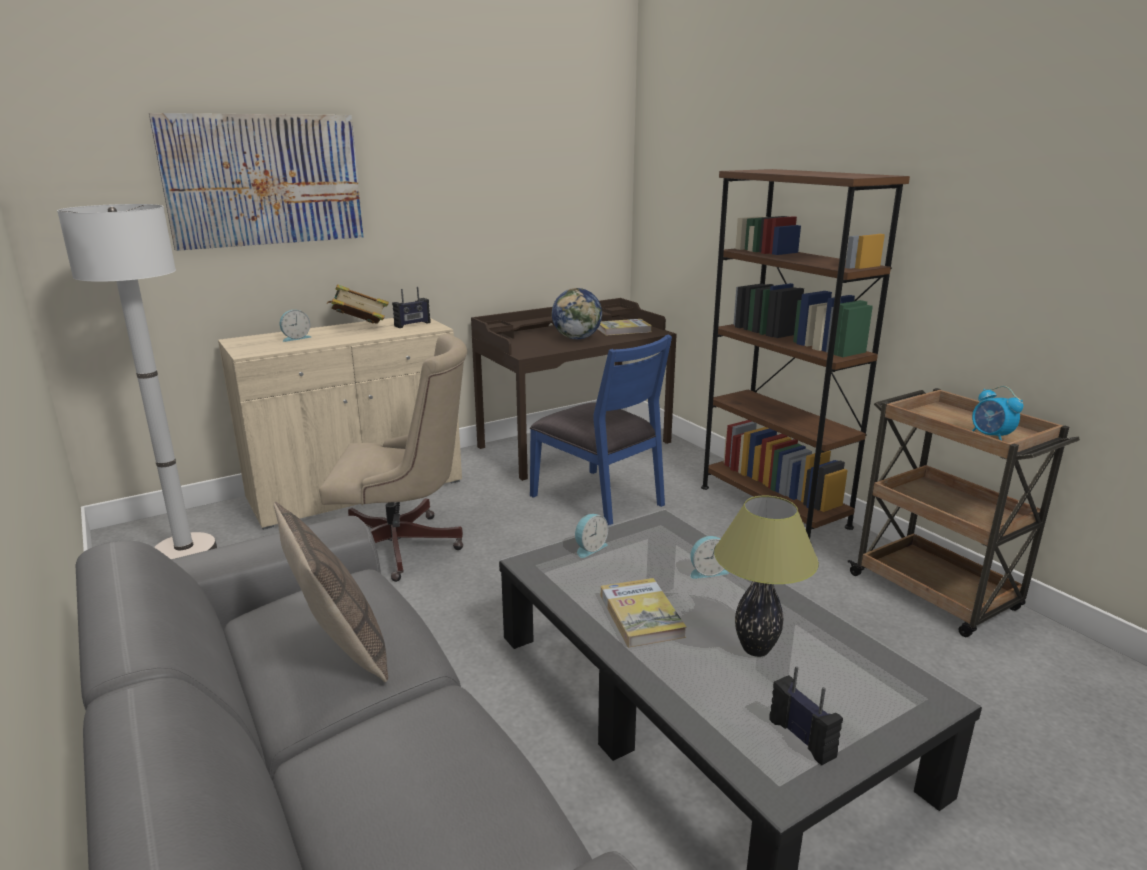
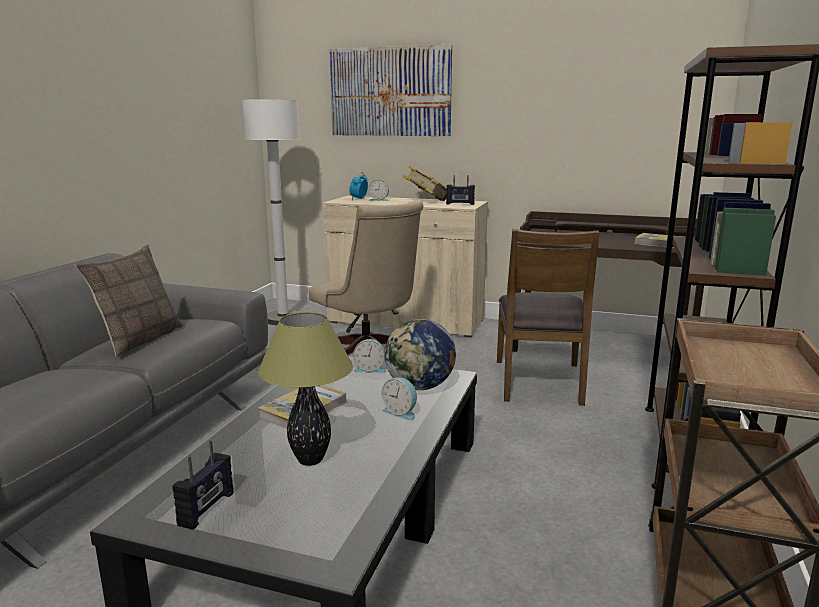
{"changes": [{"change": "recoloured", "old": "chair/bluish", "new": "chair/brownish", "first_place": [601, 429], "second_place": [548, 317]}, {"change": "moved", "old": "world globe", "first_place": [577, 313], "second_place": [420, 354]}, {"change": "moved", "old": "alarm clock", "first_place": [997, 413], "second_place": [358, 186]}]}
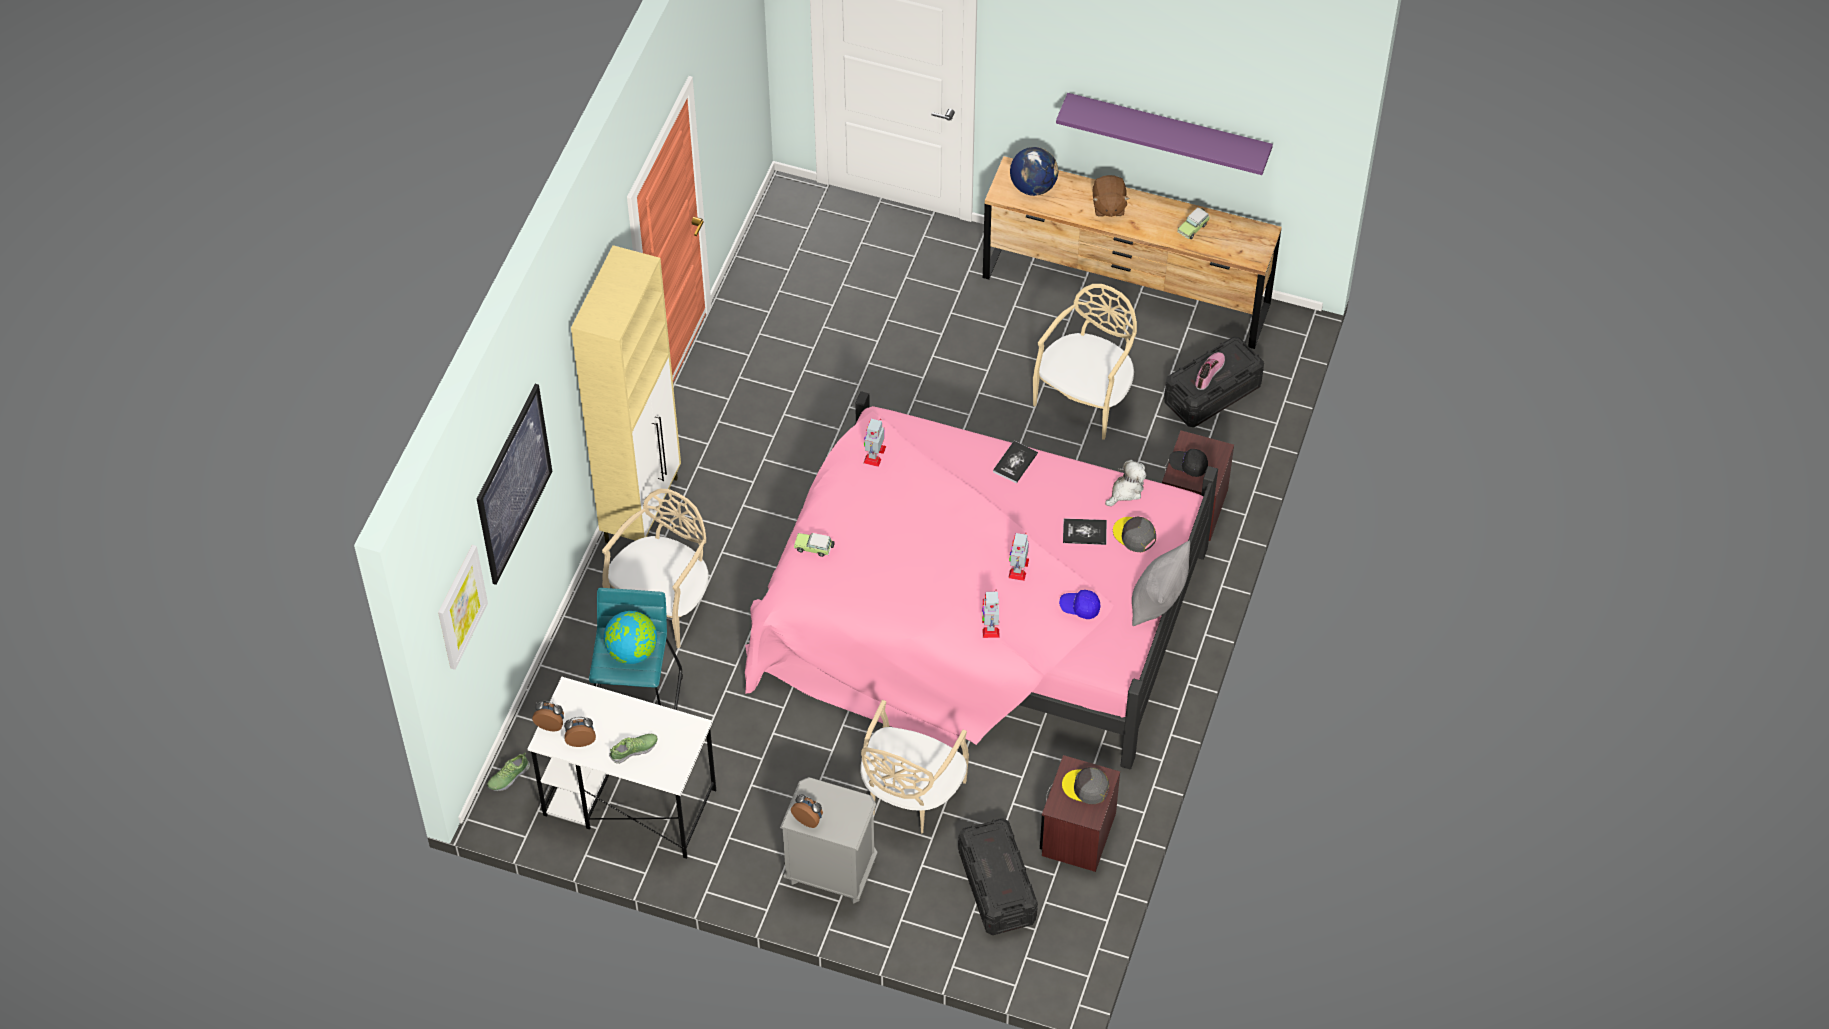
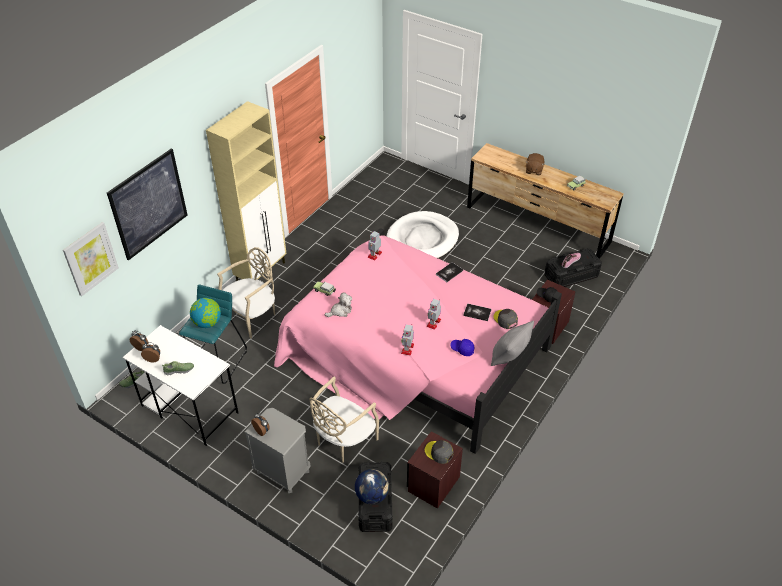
{"changes": [{"change": "moved", "old": "world globe", "first_place": [1034, 171], "second_place": [372, 486]}, {"change": "removed", "old": "chair/beige", "first_place": [1085, 362]}, {"change": "removed", "old": "wall shelf/purple-coloured", "first_place": [1164, 134]}, {"change": "moved", "old": "plush toy", "first_place": [1125, 483], "second_place": [338, 304]}, {"change": "added", "new": "dog cushion/white", "second_place": [423, 234]}]}
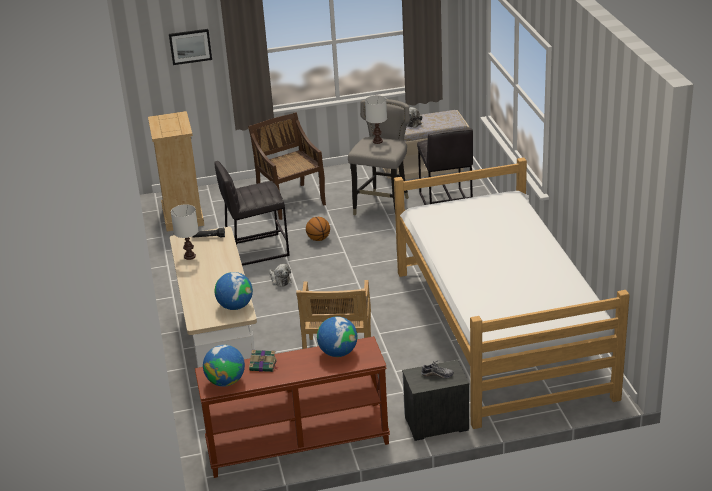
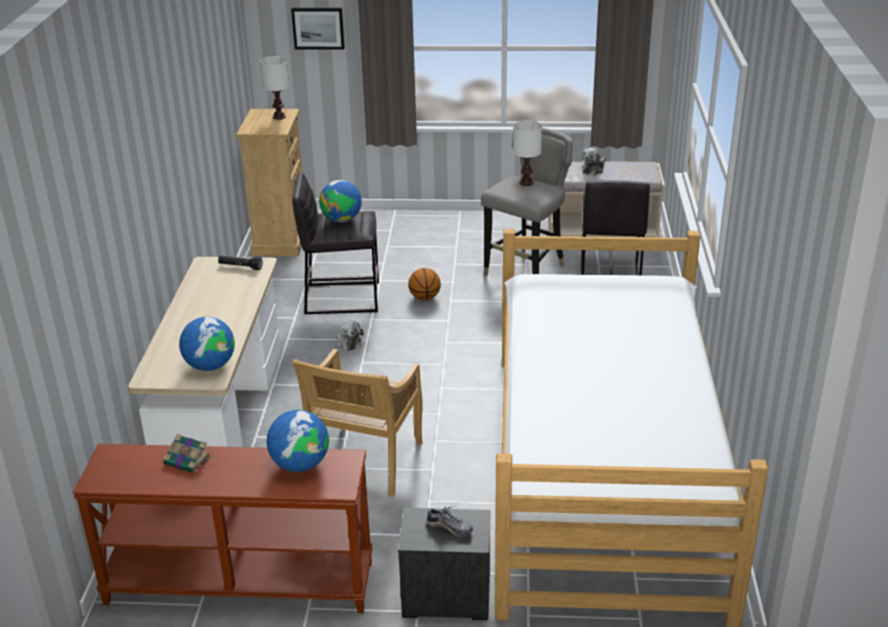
{"changes": [{"change": "moved", "old": "tabletop lamp/white", "first_place": [185, 232], "second_place": [275, 88]}, {"change": "moved", "old": "world globe", "first_place": [224, 366], "second_place": [340, 201]}, {"change": "removed", "old": "chair/brownish", "first_place": [287, 166]}]}
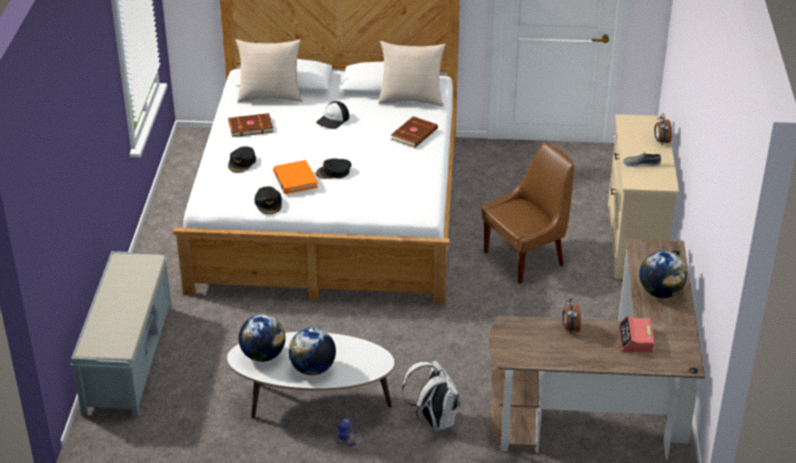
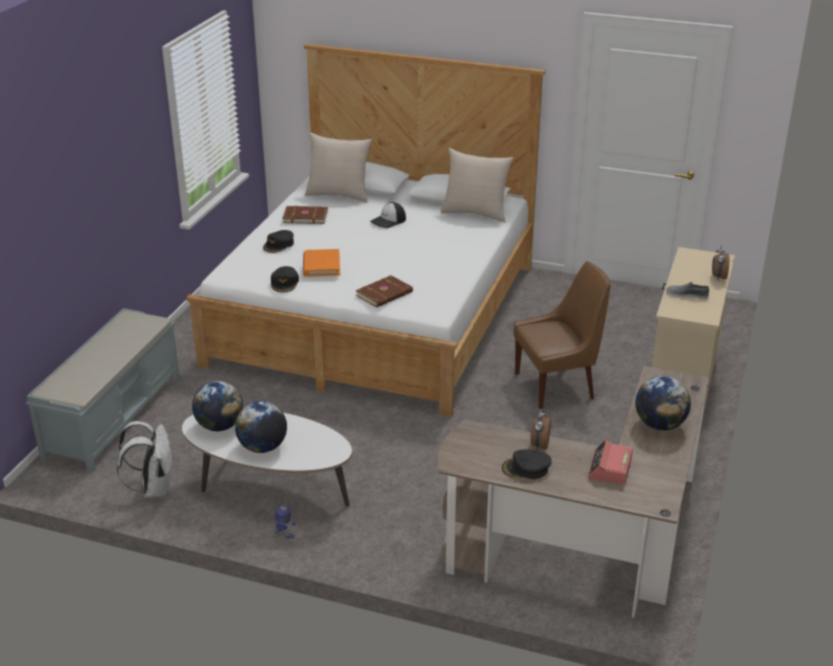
{"changes": [{"change": "moved", "old": "baseball cap/black", "first_place": [333, 169], "second_place": [527, 464]}, {"change": "moved", "old": "volume/brownish", "first_place": [414, 132], "second_place": [384, 291]}, {"change": "moved", "old": "knapsack/white", "first_place": [431, 395], "second_place": [145, 459]}]}
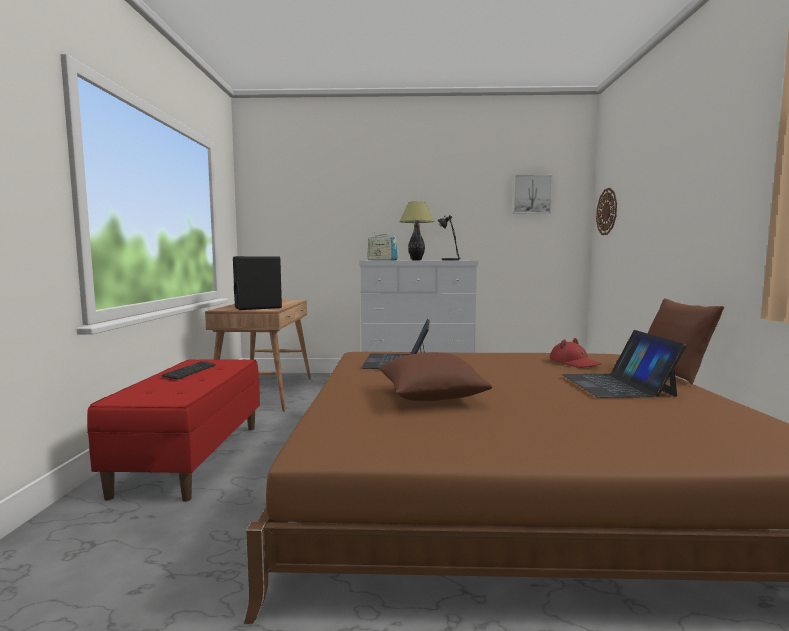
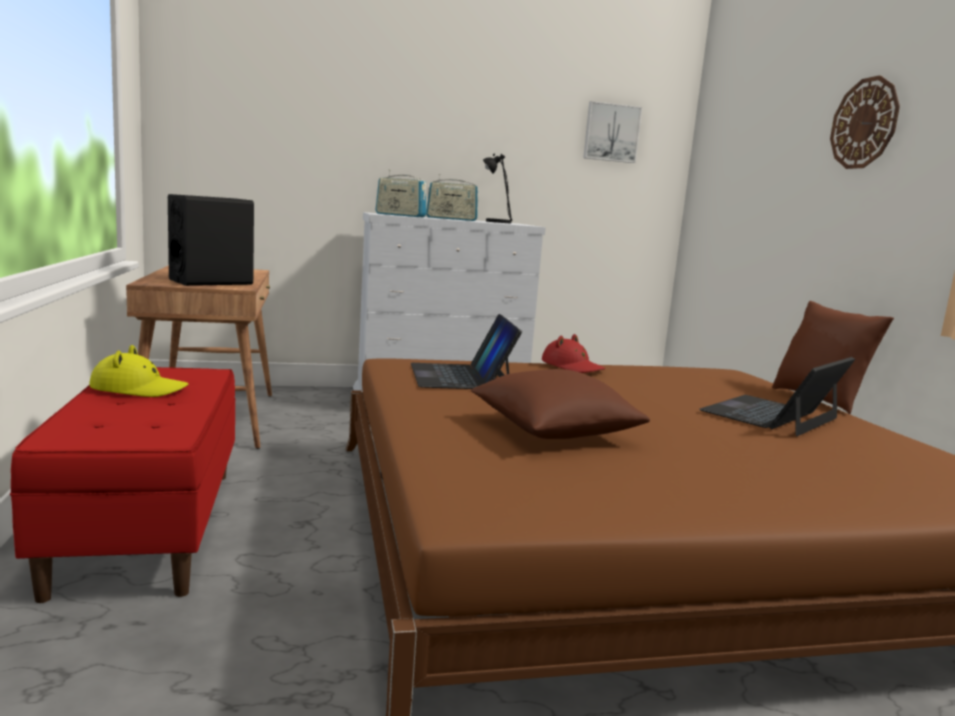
{"changes": [{"change": "replaced", "old": "computer keyboard", "new": "wearable hat/yellow-coloured", "first_place": [188, 370], "second_place": [138, 371]}, {"change": "replaced", "old": "tabletop lamp", "new": "radio set", "first_place": [417, 230], "second_place": [452, 197]}, {"change": "moved", "old": "wearable hat/red-coloured", "first_place": [576, 353], "second_place": [573, 353]}, {"change": "turned", "old": "portable computer", "first_place": [624, 364], "second_place": [777, 396], "degrees": 60}, {"change": "moved", "old": "clock on the wall", "first_place": [606, 211], "second_place": [865, 122]}]}
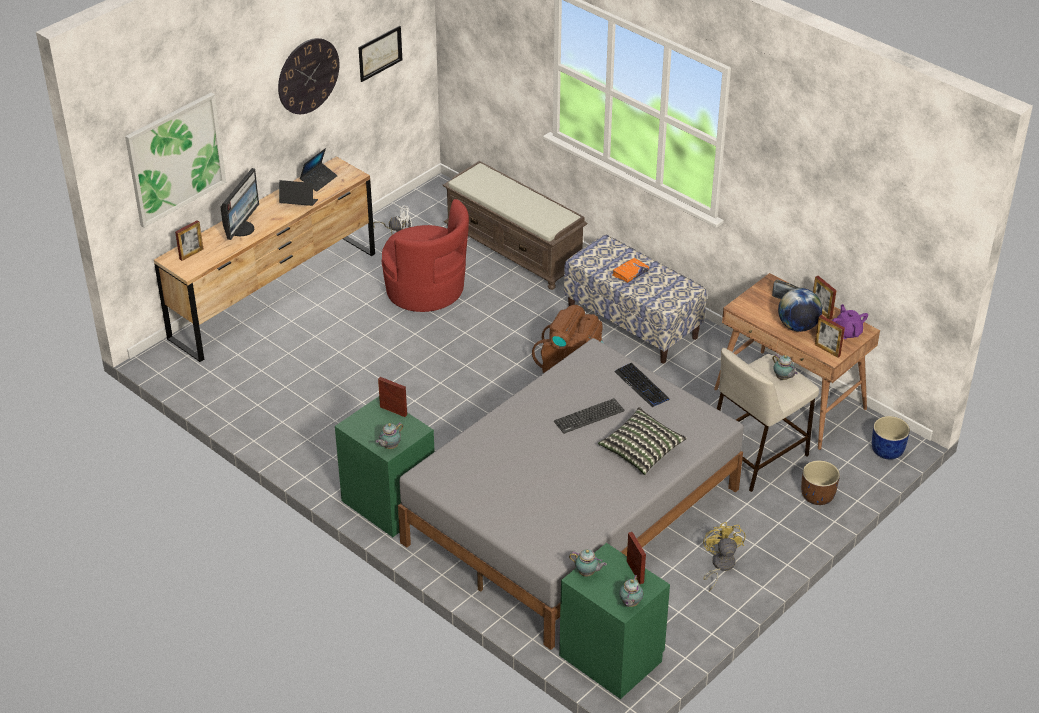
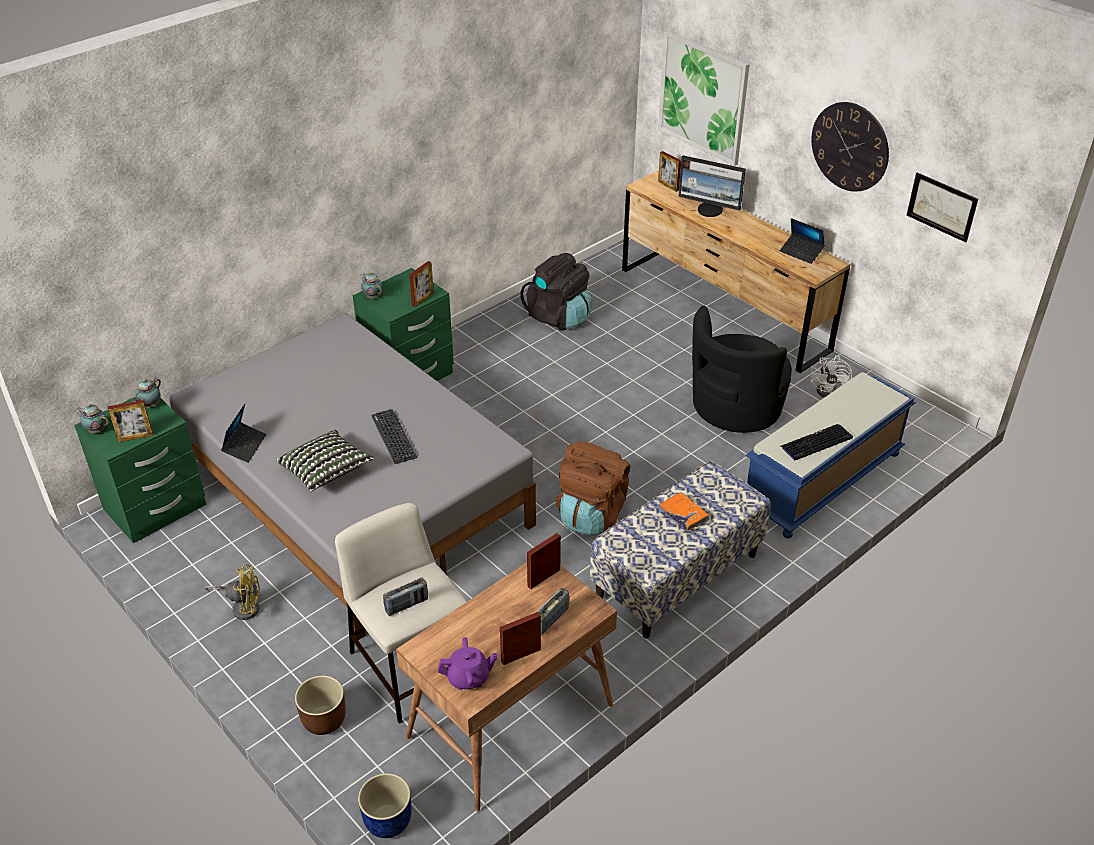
{"changes": [{"change": "moved", "old": "portable computer", "first_place": [298, 193], "second_place": [243, 433]}, {"change": "recoloured", "old": "easy chair/red-coloured", "new": "easy chair/black", "first_place": [425, 255], "second_place": [742, 369]}, {"change": "recoloured", "old": "indoor bench/brownish", "new": "indoor bench/bluish", "first_place": [515, 225], "second_place": [831, 455]}, {"change": "moved", "old": "computer keyboard", "first_place": [641, 385], "second_place": [816, 442]}, {"change": "replaced", "old": "teapot", "new": "radio set", "first_place": [785, 367], "second_place": [405, 597]}, {"change": "removed", "old": "world globe", "first_place": [800, 310]}, {"change": "moved", "old": "picture frame", "first_place": [830, 336], "second_place": [544, 561]}, {"change": "added", "new": "knapsack/black", "second_place": [555, 292]}]}
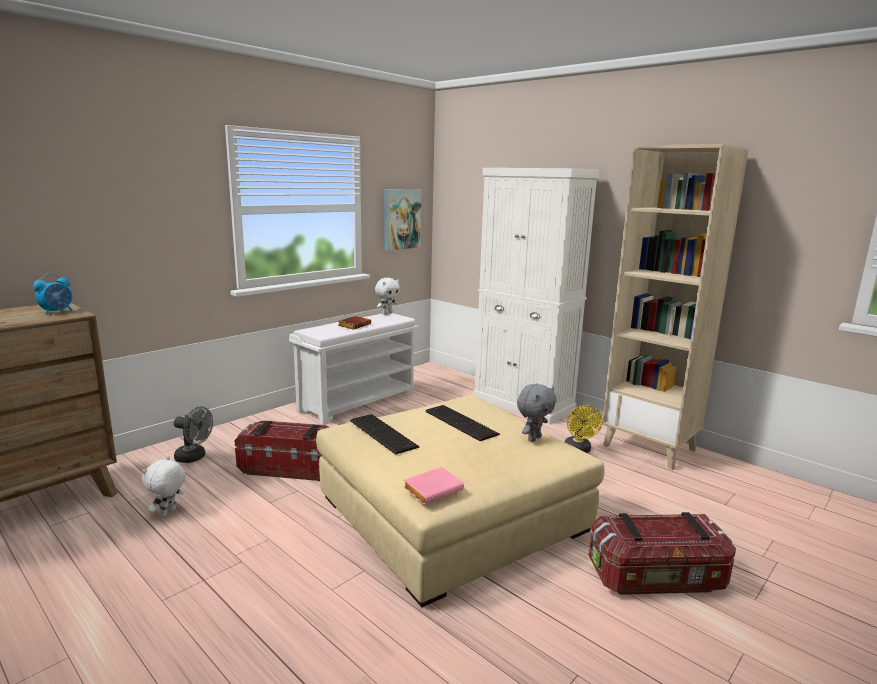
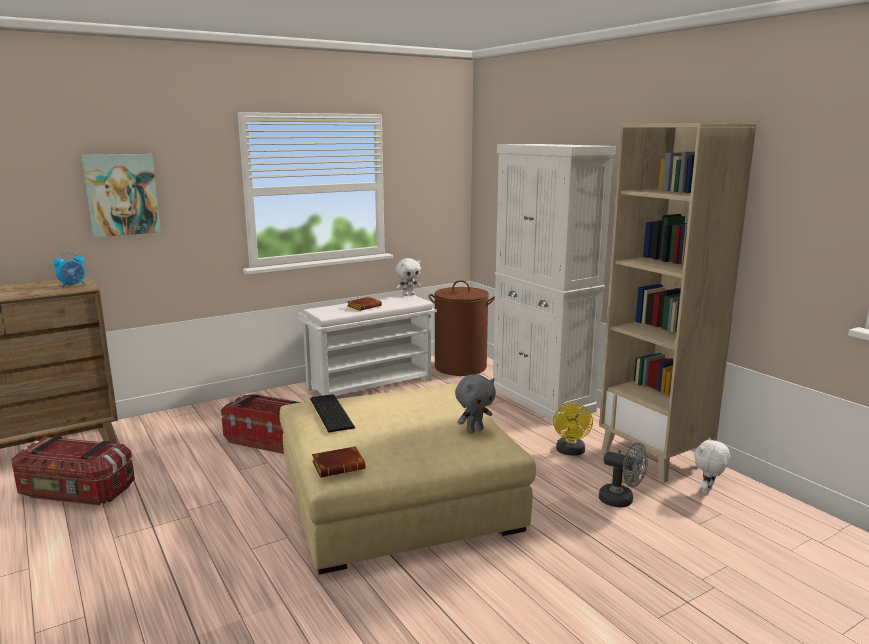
{"changes": [{"change": "moved", "old": "plush toy/white", "first_place": [164, 486], "second_place": [712, 466]}, {"change": "moved", "old": "cooling fan/grey", "first_place": [193, 434], "second_place": [623, 475]}, {"change": "moved", "old": "picture", "first_place": [403, 220], "second_place": [121, 195]}, {"change": "recoloured", "old": "volume/pinkish", "new": "volume/brownish", "first_place": [434, 486], "second_place": [338, 462]}, {"change": "removed", "old": "computer keyboard", "first_place": [462, 423]}, {"change": "moved", "old": "storage box", "first_place": [662, 553], "second_place": [73, 470]}, {"change": "added", "new": "laundry basket/brownish", "second_place": [461, 328]}]}
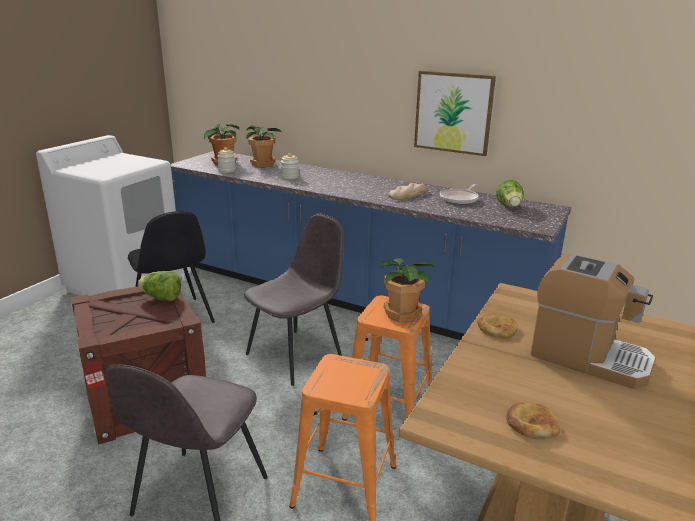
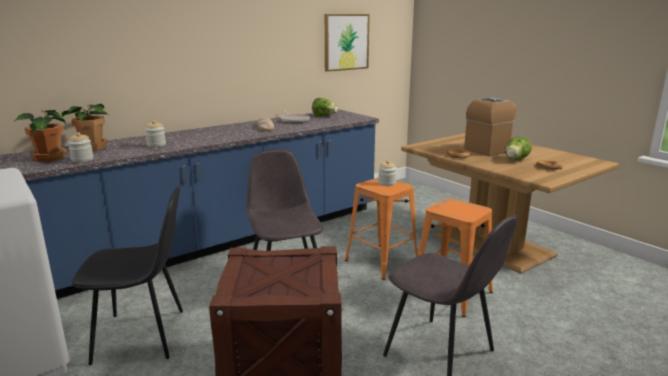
{"changes": [{"change": "moved", "old": "lettuce", "first_place": [159, 286], "second_place": [518, 148]}, {"change": "replaced", "old": "houseplant", "new": "jar", "first_place": [408, 290], "second_place": [387, 173]}, {"change": "moved", "old": "picture", "first_place": [455, 113], "second_place": [347, 43]}]}
